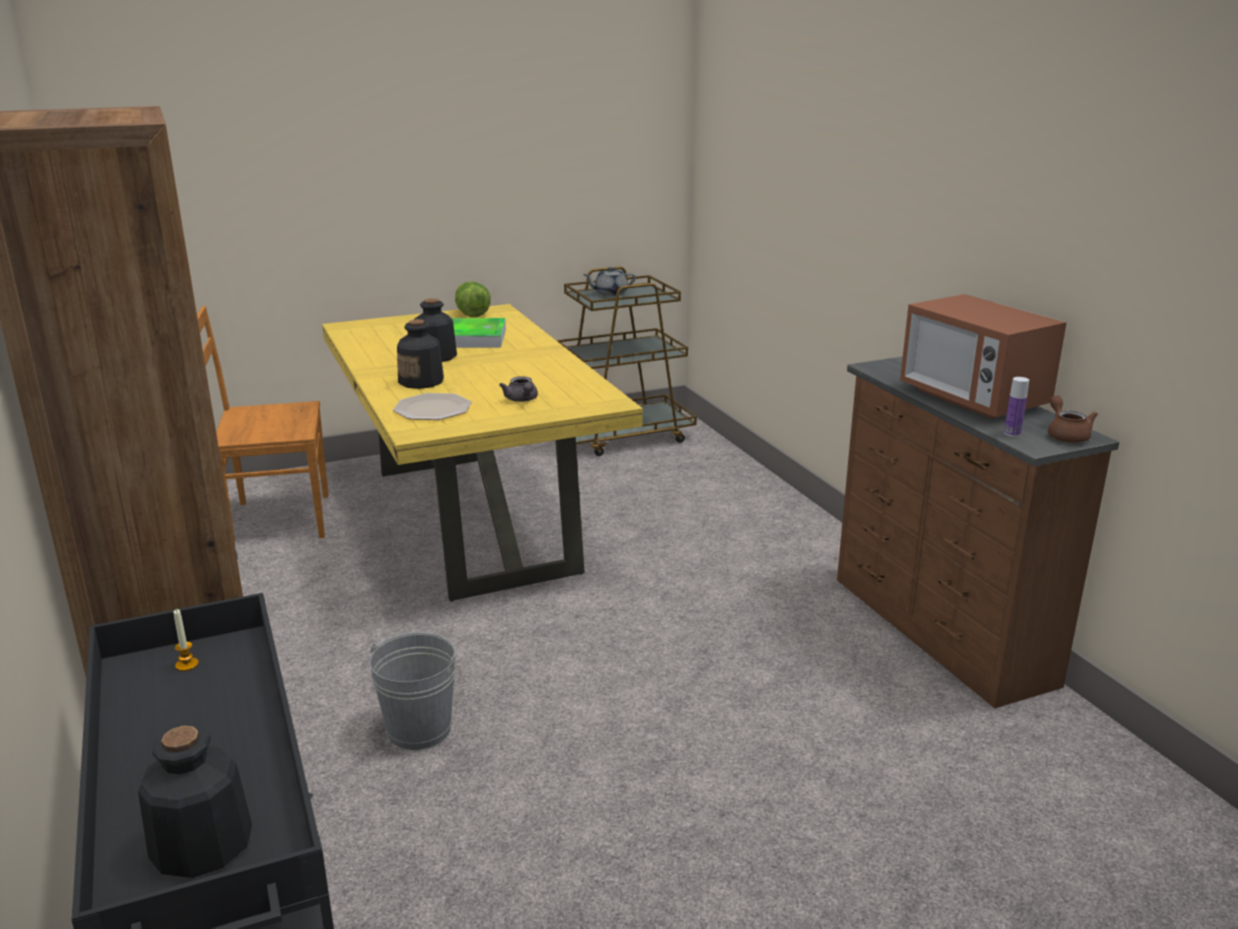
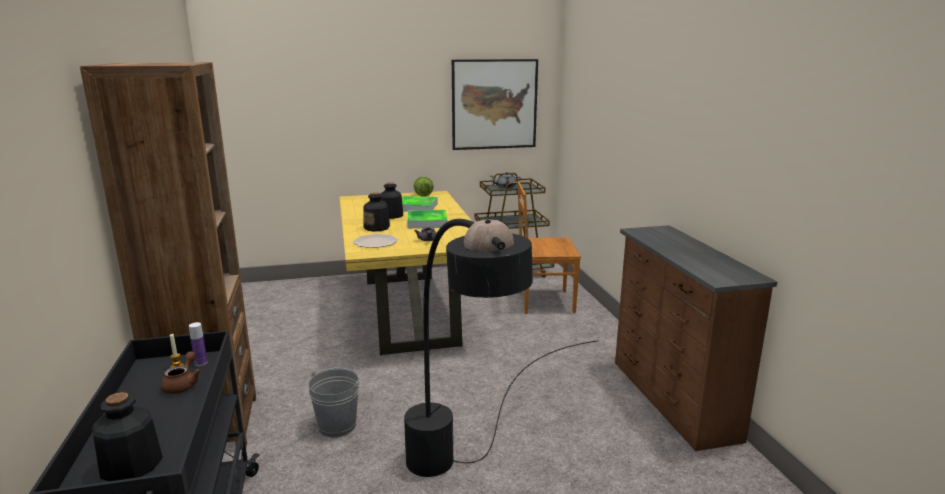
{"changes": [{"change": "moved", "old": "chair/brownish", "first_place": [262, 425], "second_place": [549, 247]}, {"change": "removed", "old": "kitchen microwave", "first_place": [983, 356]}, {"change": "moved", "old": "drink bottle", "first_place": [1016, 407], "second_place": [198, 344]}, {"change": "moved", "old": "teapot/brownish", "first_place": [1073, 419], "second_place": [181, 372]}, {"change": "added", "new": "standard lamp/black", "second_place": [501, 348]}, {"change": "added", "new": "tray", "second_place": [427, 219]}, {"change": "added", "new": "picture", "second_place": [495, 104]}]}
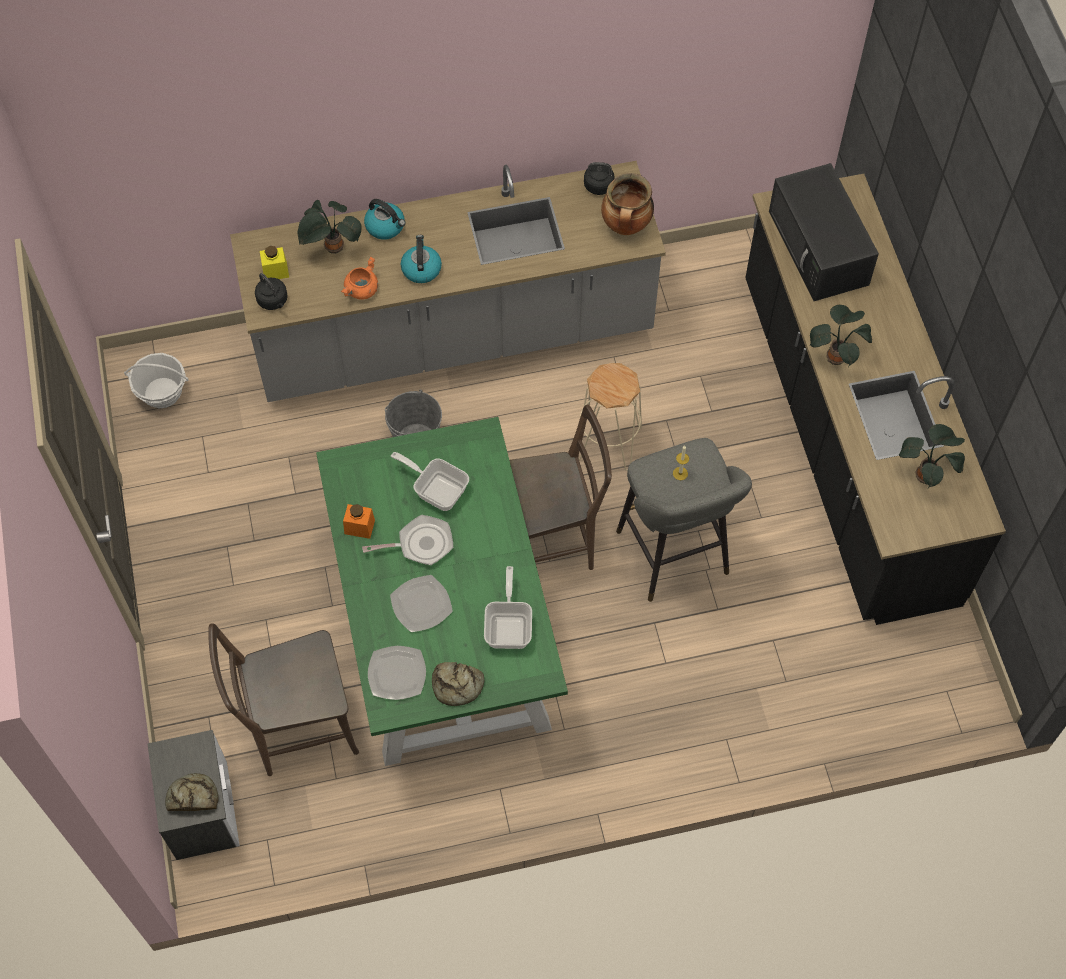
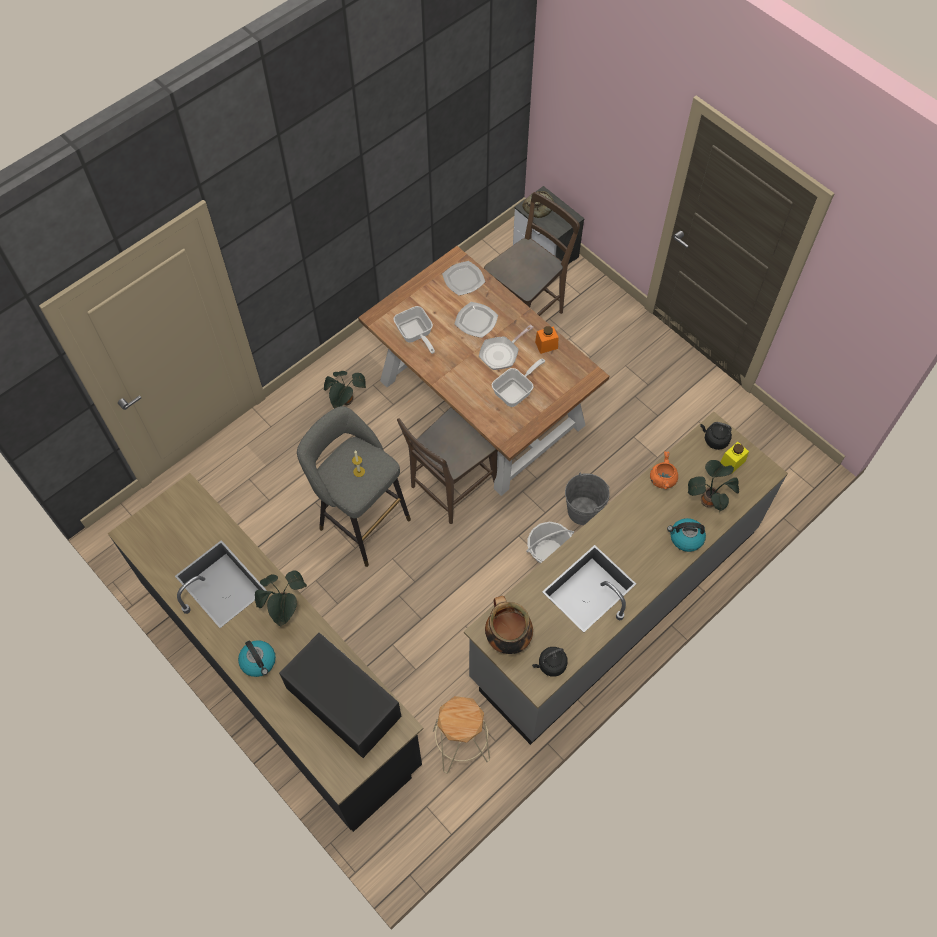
{"changes": [{"change": "moved", "old": "basket", "first_place": [156, 380], "second_place": [550, 543]}, {"change": "recoloured", "old": "dining table/green-coloured", "new": "dining table/brownish", "first_place": [442, 591], "second_place": [483, 371]}, {"change": "turned", "old": "pan", "first_place": [430, 481], "second_place": [518, 382], "degrees": -45}, {"change": "moved", "old": "water kettle", "first_place": [421, 259], "second_place": [257, 658]}, {"change": "removed", "old": "baked bread", "first_place": [458, 684]}, {"change": "moved", "old": "stool/beige", "first_place": [610, 417], "second_place": [461, 735]}, {"change": "moved", "old": "houseplant", "first_place": [932, 456], "second_place": [345, 389]}]}
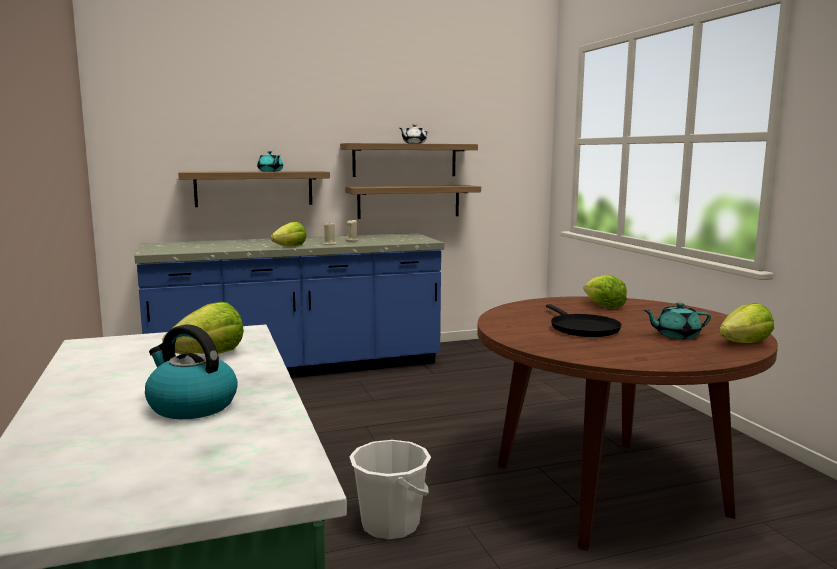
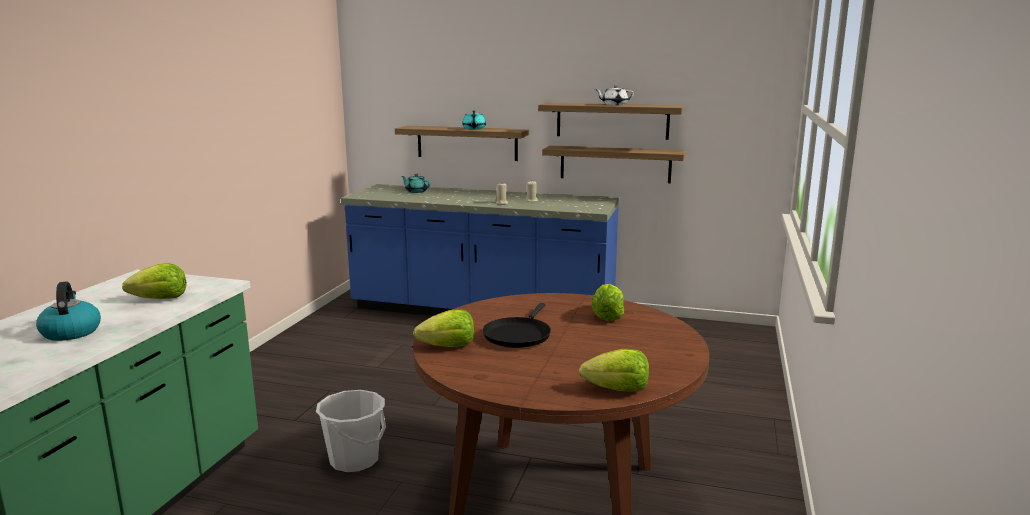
{"changes": [{"change": "moved", "old": "lettuce", "first_place": [288, 234], "second_place": [443, 328]}, {"change": "moved", "old": "teapot/turquoise", "first_place": [677, 321], "second_place": [415, 183]}]}
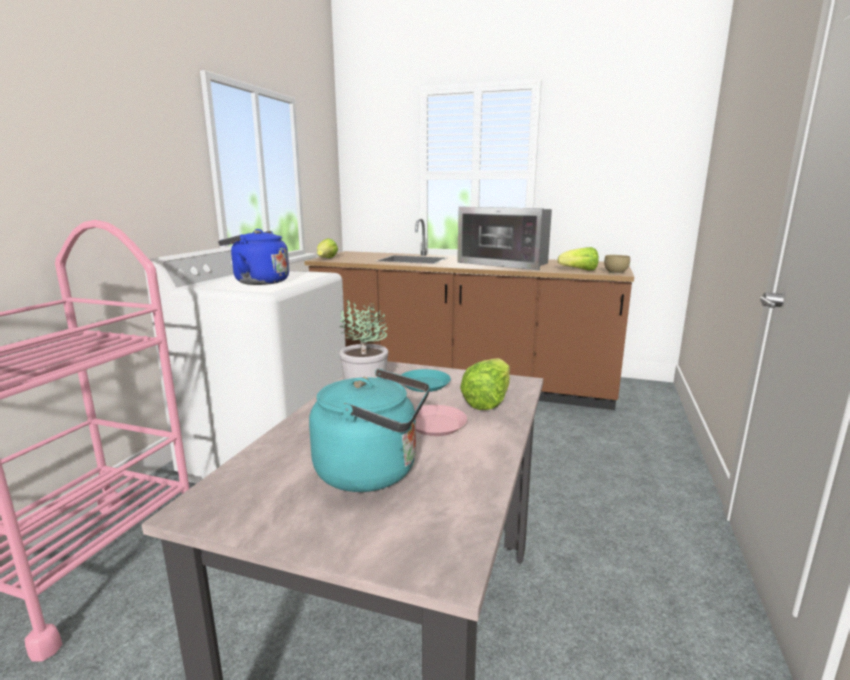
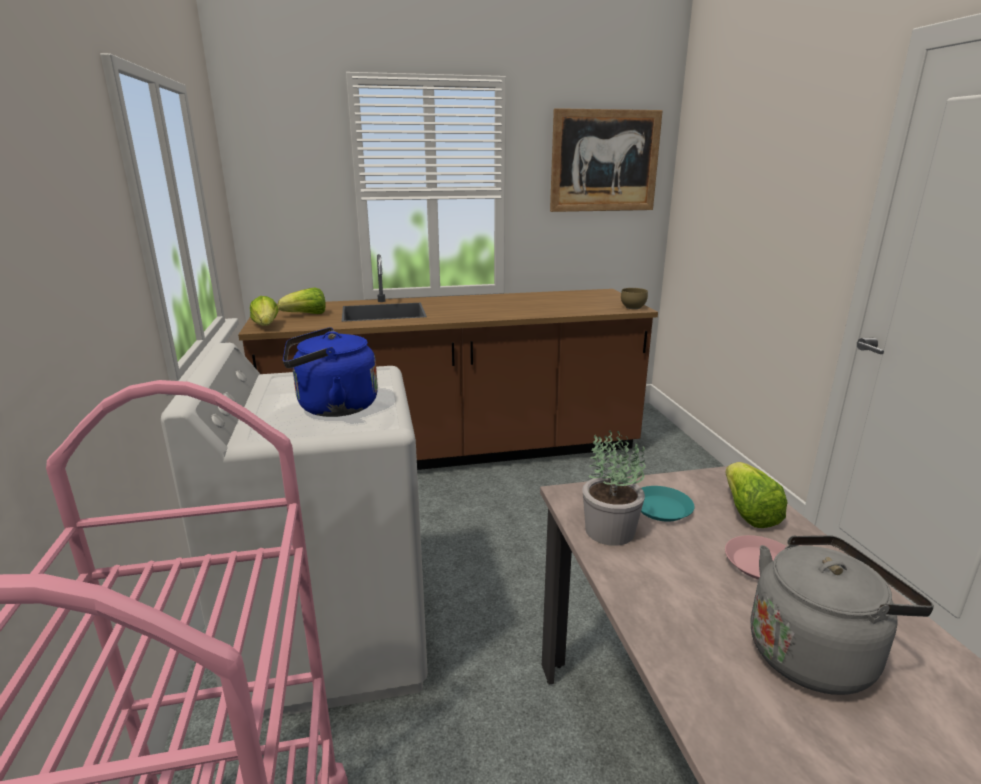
{"changes": [{"change": "recoloured", "old": "water kettle/turquoise", "new": "water kettle/grey", "first_place": [369, 430], "second_place": [842, 615]}, {"change": "removed", "old": "kitchen microwave", "first_place": [504, 238]}, {"change": "moved", "old": "lettuce", "first_place": [578, 259], "second_place": [302, 300]}, {"change": "added", "new": "picture", "second_place": [606, 160]}]}
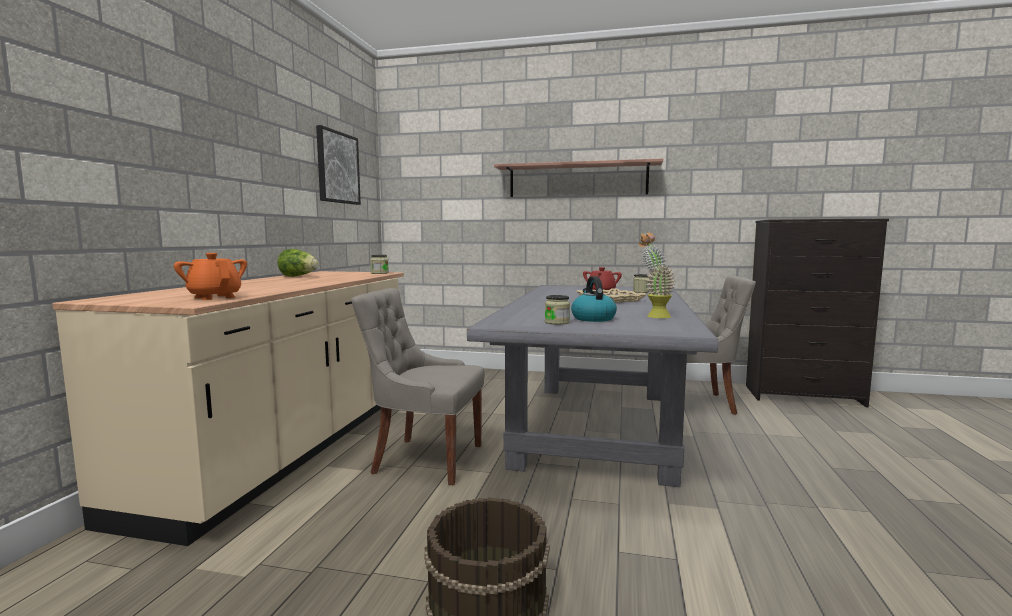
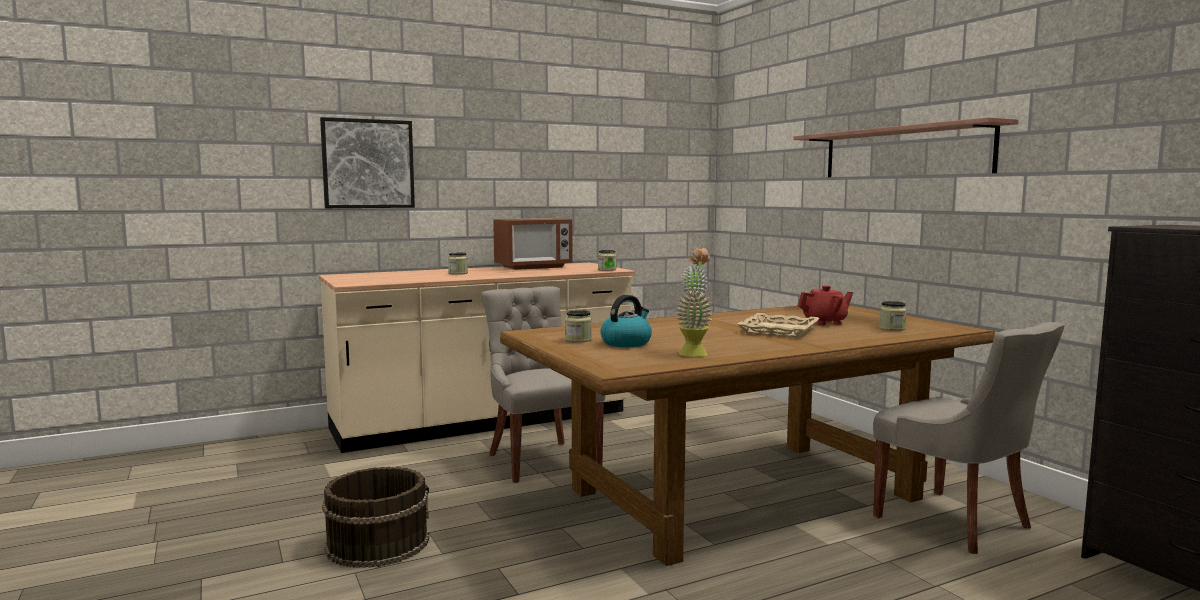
{"changes": [{"change": "removed", "old": "teapot/orange", "first_place": [210, 276]}, {"change": "replaced", "old": "lettuce", "new": "kitchen microwave", "first_place": [298, 263], "second_place": [533, 244]}, {"change": "moved", "old": "picture", "first_place": [338, 165], "second_place": [367, 162]}, {"change": "recoloured", "old": "dining table/grey", "new": "dining table/brownish", "first_place": [592, 386], "second_place": [747, 435]}, {"change": "added", "new": "jar", "second_place": [458, 263]}]}
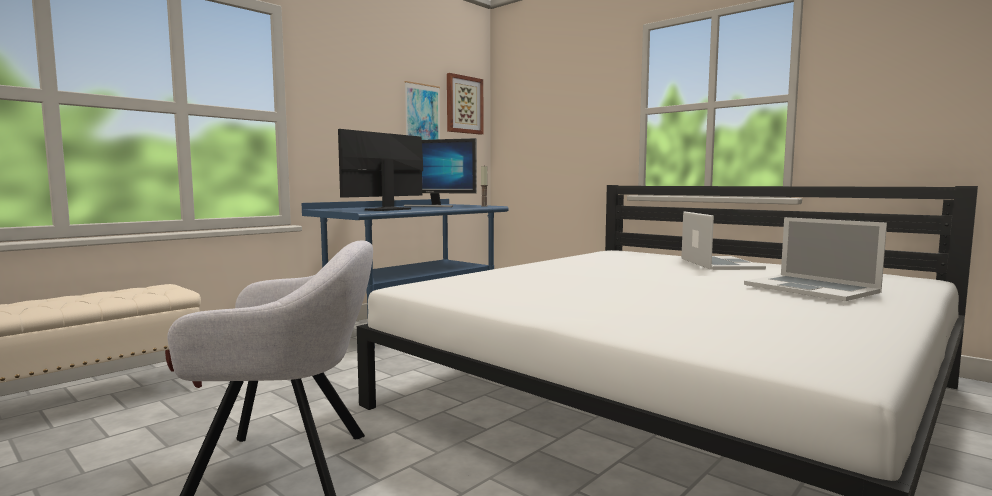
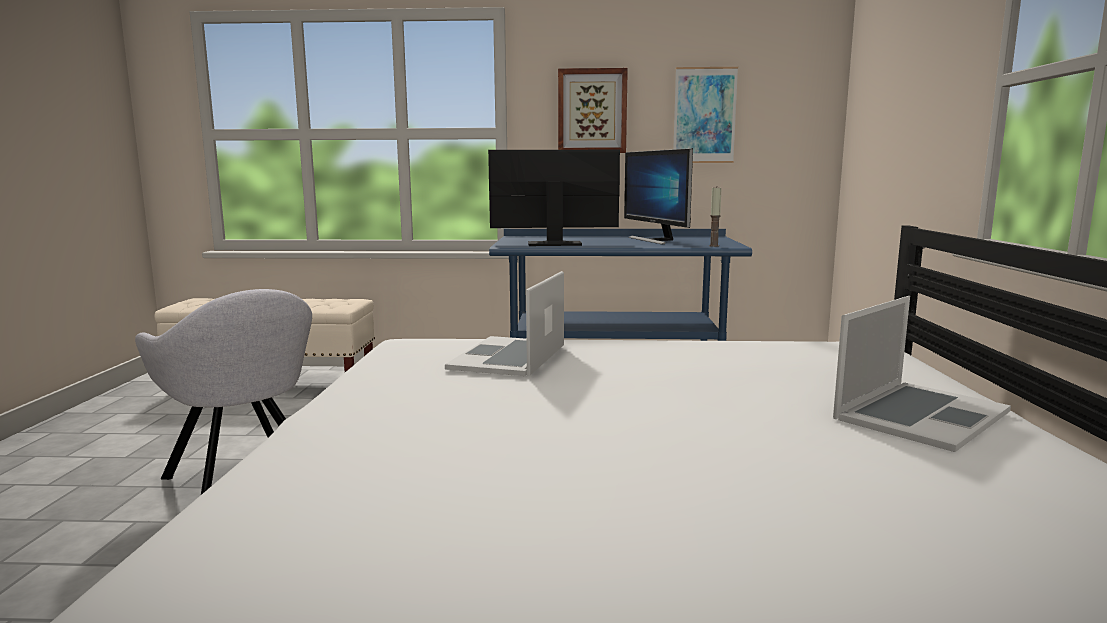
{"changes": [{"change": "moved", "old": "picture", "first_place": [465, 104], "second_place": [593, 110]}, {"change": "moved", "old": "portable computer", "first_place": [815, 259], "second_place": [504, 323]}]}
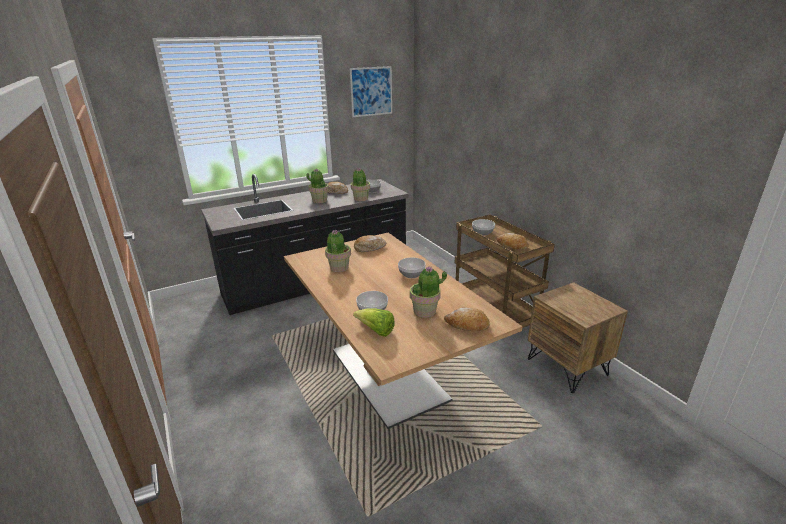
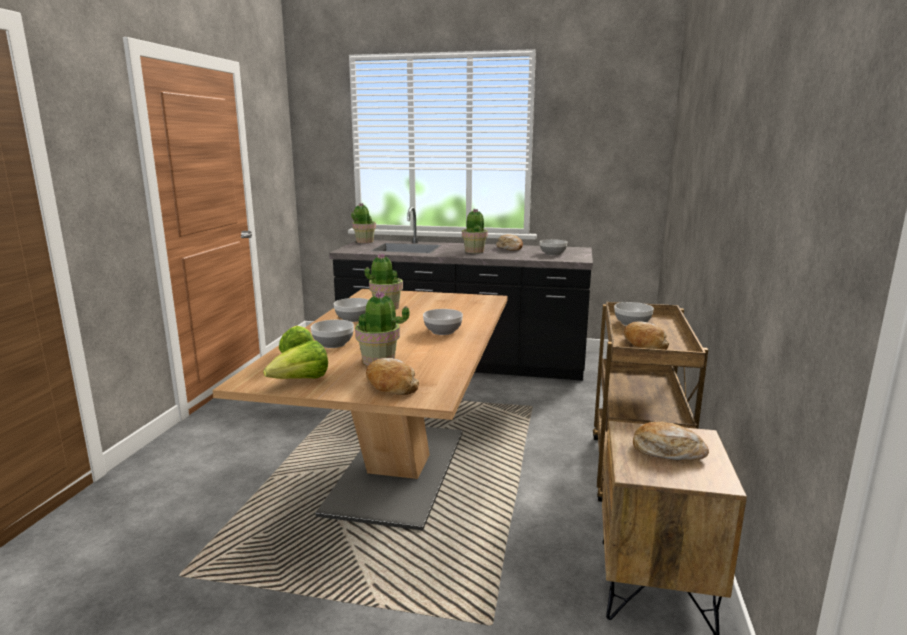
{"changes": [{"change": "removed", "old": "picture", "first_place": [371, 91]}, {"change": "moved", "old": "houseplant", "first_place": [360, 184], "second_place": [363, 223]}, {"change": "moved", "old": "baked bread", "first_place": [370, 243], "second_place": [671, 441]}, {"change": "added", "new": "lettuce", "second_place": [295, 360]}, {"change": "added", "new": "bowl", "second_place": [351, 310]}]}
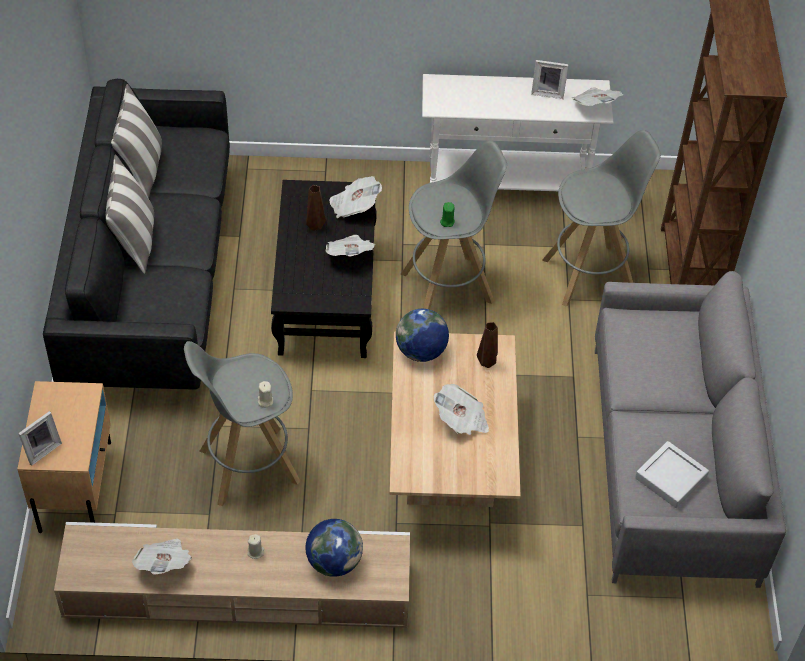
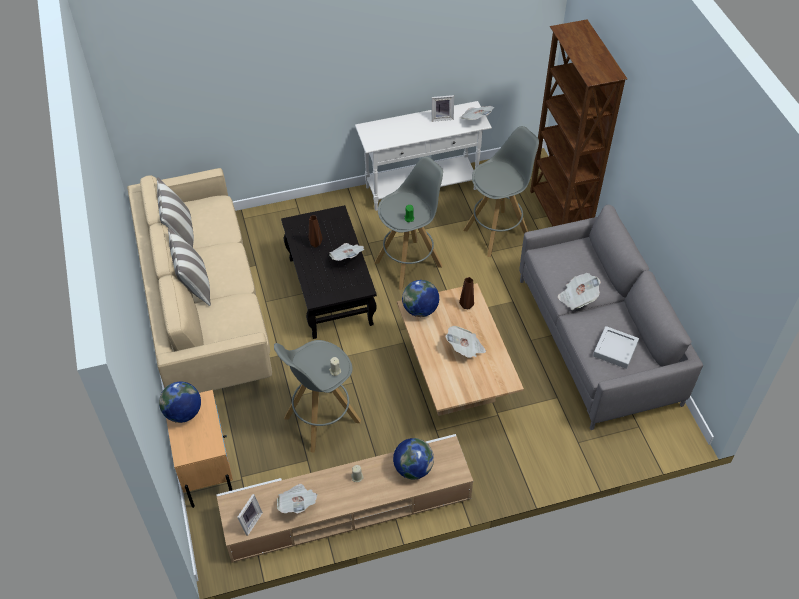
{"changes": [{"change": "moved", "old": "picture frame", "first_place": [40, 438], "second_place": [250, 515]}, {"change": "recoloured", "old": "sofa/black", "new": "sofa/beige", "first_place": [136, 234], "second_place": [199, 280]}, {"change": "moved", "old": "daily paper", "first_place": [355, 197], "second_place": [579, 291]}, {"change": "added", "new": "world globe", "second_place": [180, 402]}]}
